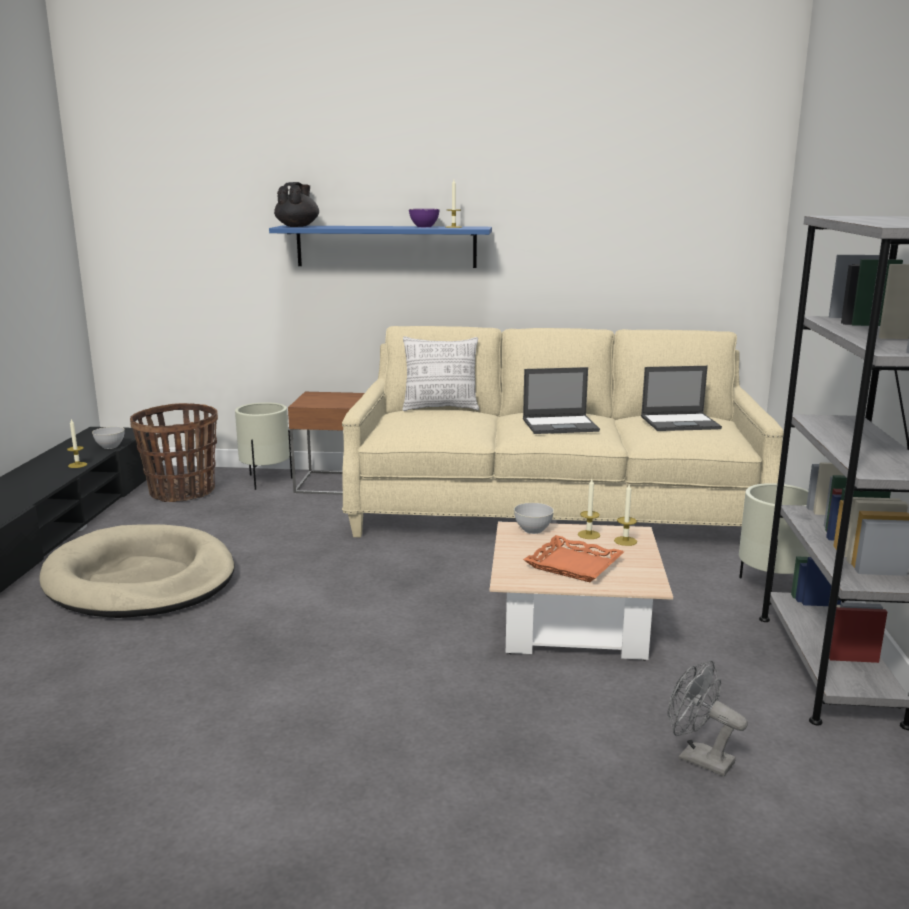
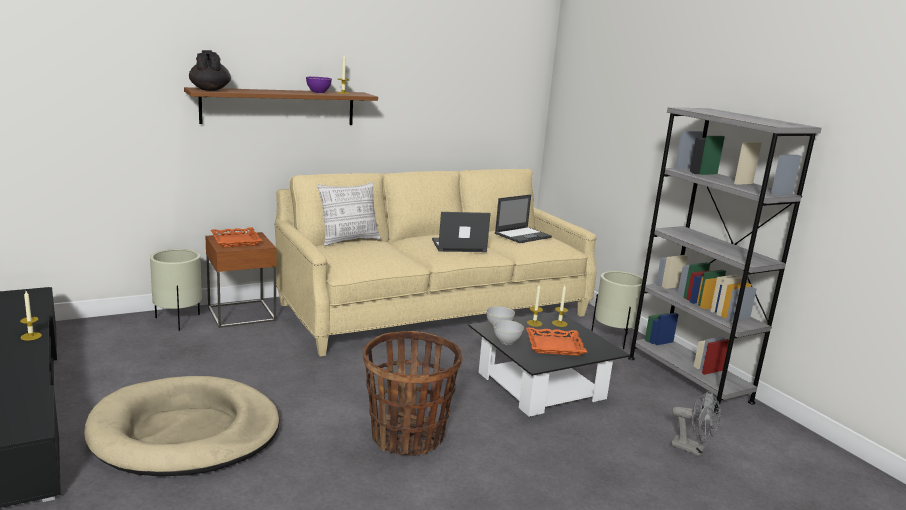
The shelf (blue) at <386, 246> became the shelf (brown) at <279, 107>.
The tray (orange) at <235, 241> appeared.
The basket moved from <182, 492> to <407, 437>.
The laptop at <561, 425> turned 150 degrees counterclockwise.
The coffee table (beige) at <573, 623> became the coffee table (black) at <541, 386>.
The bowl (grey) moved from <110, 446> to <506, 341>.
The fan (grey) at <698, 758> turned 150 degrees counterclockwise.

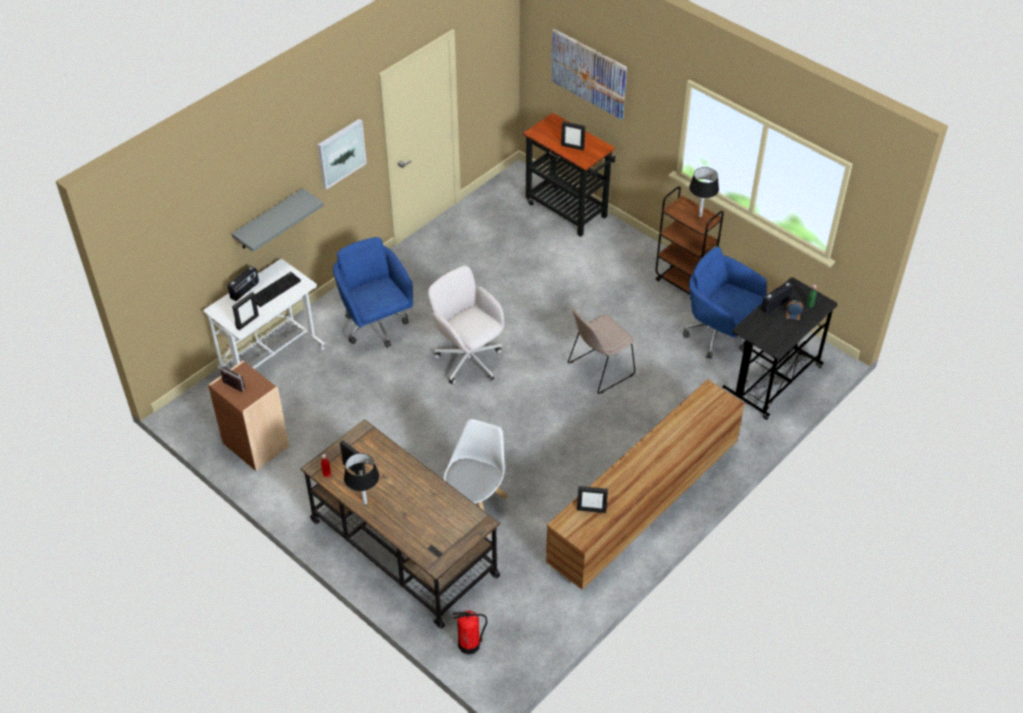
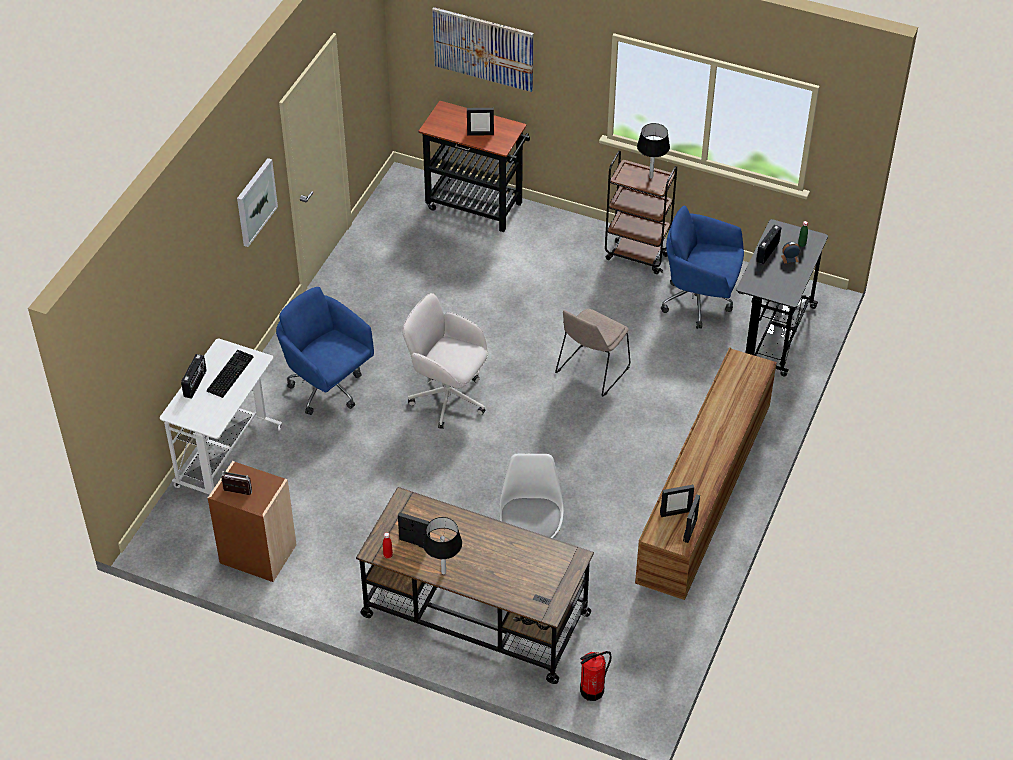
The picture frame moved from <247, 322> to <690, 530>.
The shelf (grey) at <269, 220> disappeared.

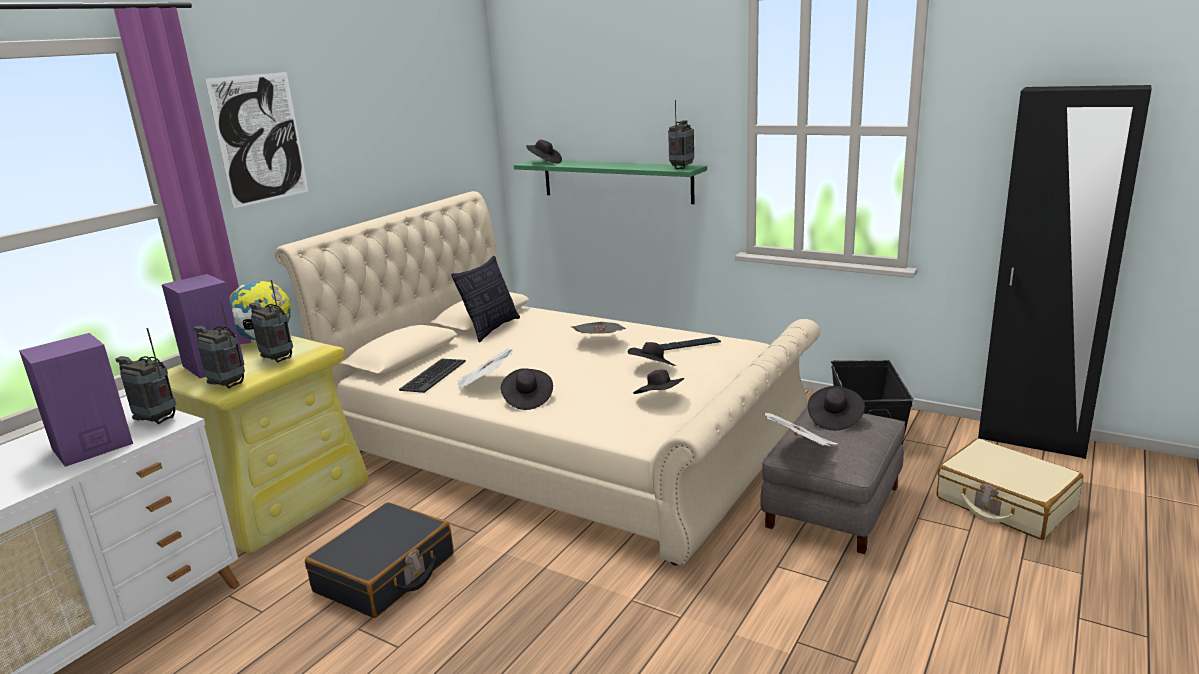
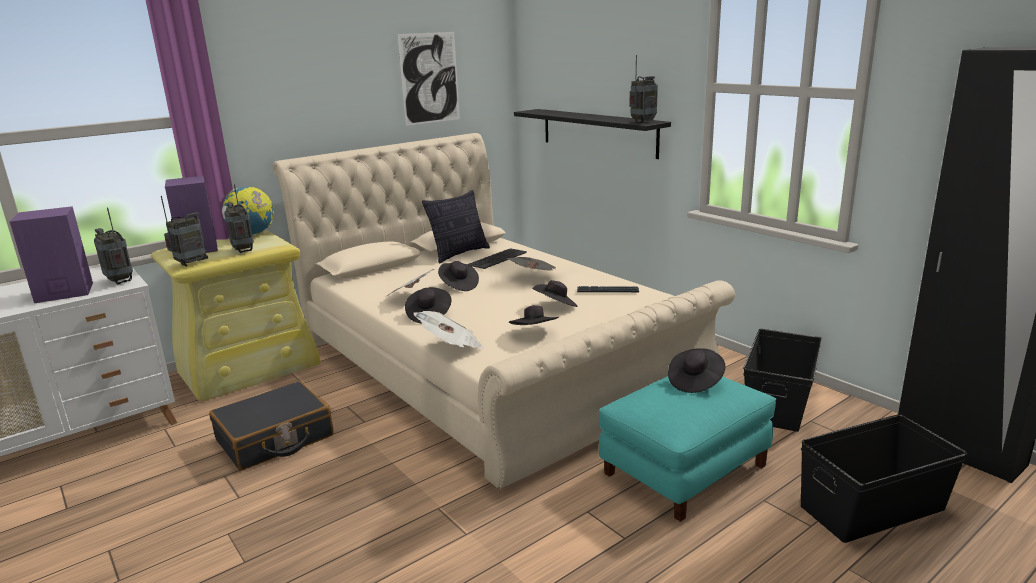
The radio at <228, 385> turned 75 degrees clockwise.
The picture moved from <260, 139> to <429, 78>.
The newspaper moved from <800, 447> to <451, 346>.
The hat (black) moved from <544, 163> to <458, 285>.
The keyboard moved from <433, 376> to <497, 259>.
The shelf (green) at <616, 180> became the shelf (black) at <598, 132>.
The ottoman (grey) at <832, 506> became the ottoman (turquoise) at <684, 469>.
The suitcase (beige) at <1004, 503> was replaced by the storage box (black) at <873, 508>.

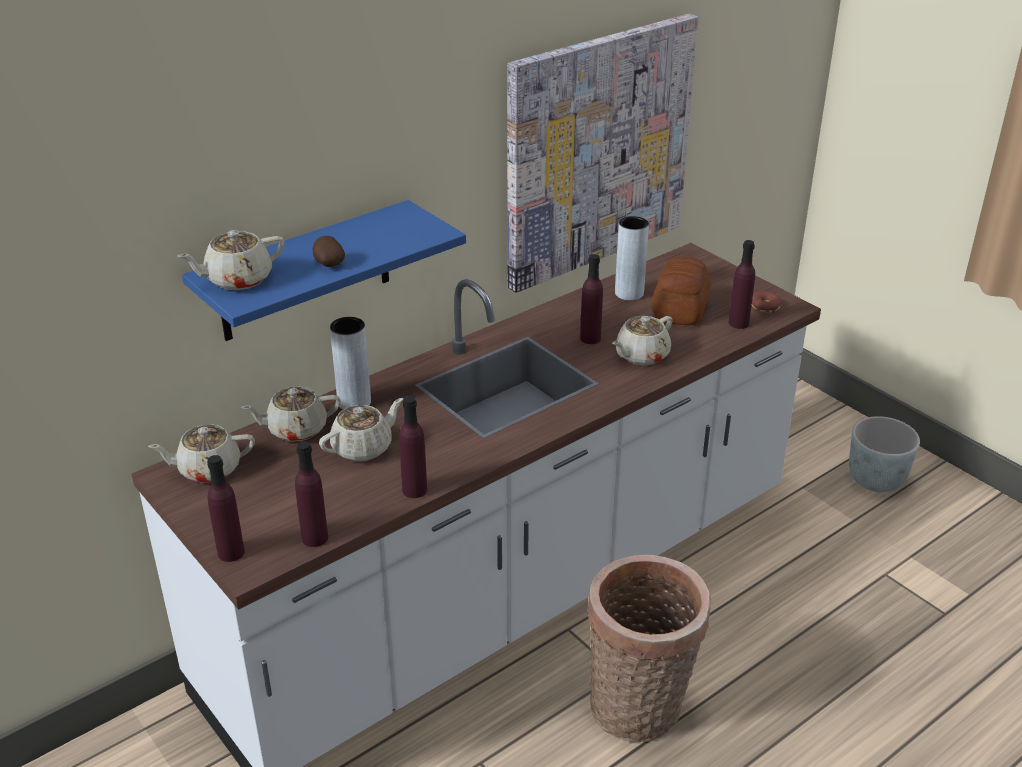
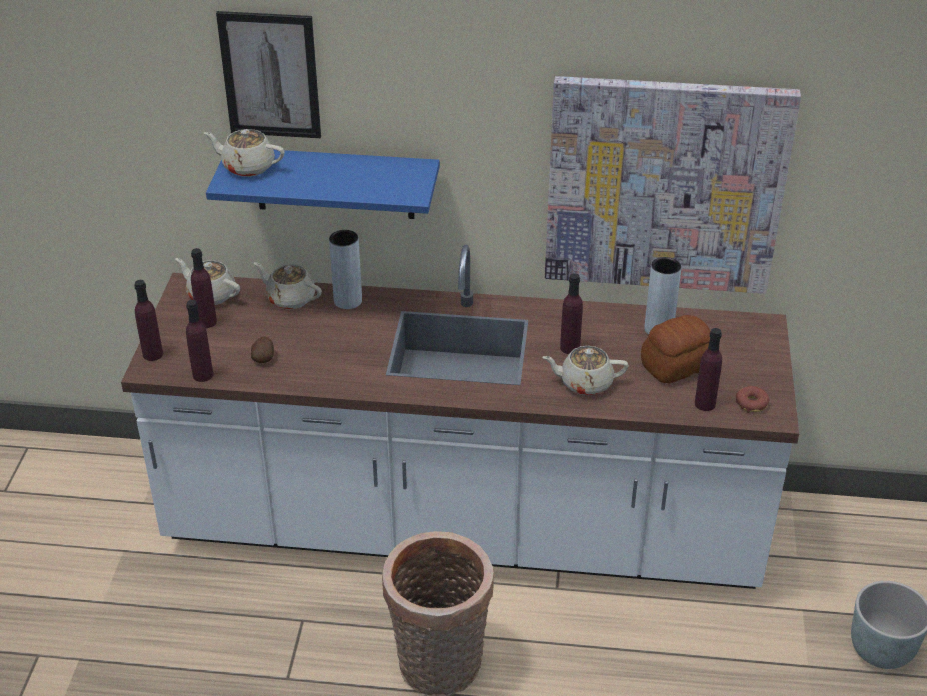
The bottle (purple) moved from <414, 490> to <207, 322>.
The picture at <270, 75> appeared.
The potato moved from <328, 263> to <264, 358>.
The teapot (beige) at <363, 448> disappeared.

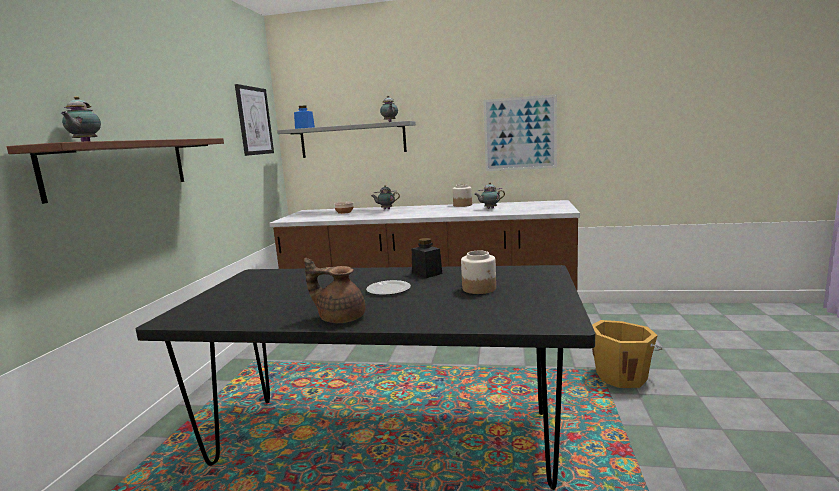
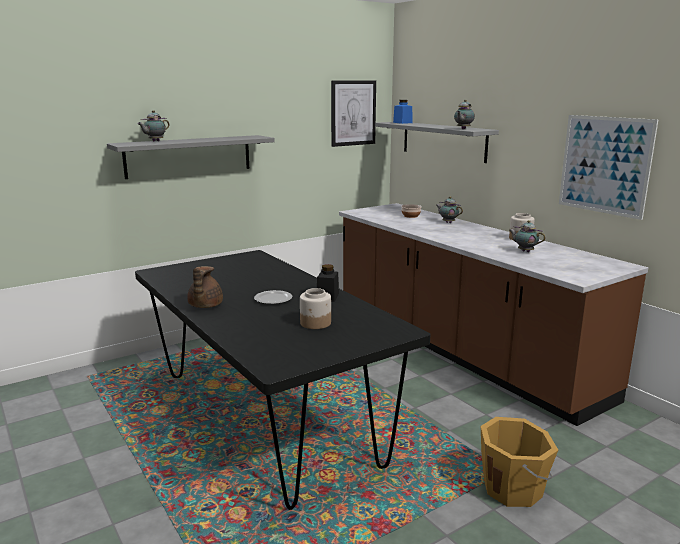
The shelf (brown) at <120, 167> became the shelf (grey) at <189, 156>.
The teapot (brown) at <340, 318> turned 150 degrees counterclockwise.

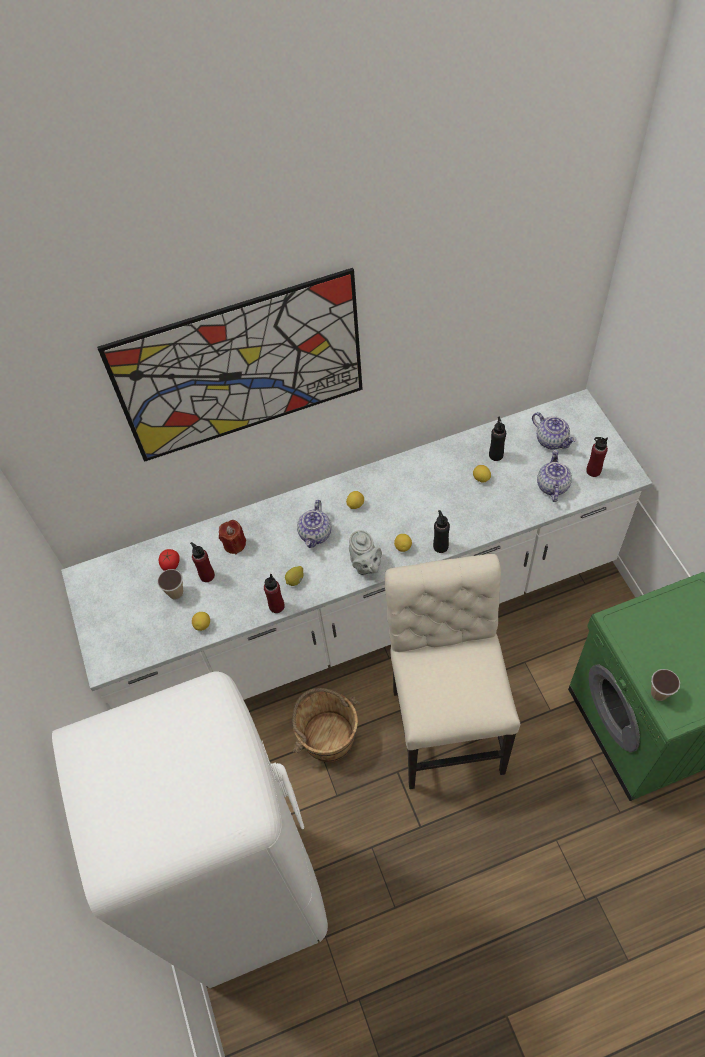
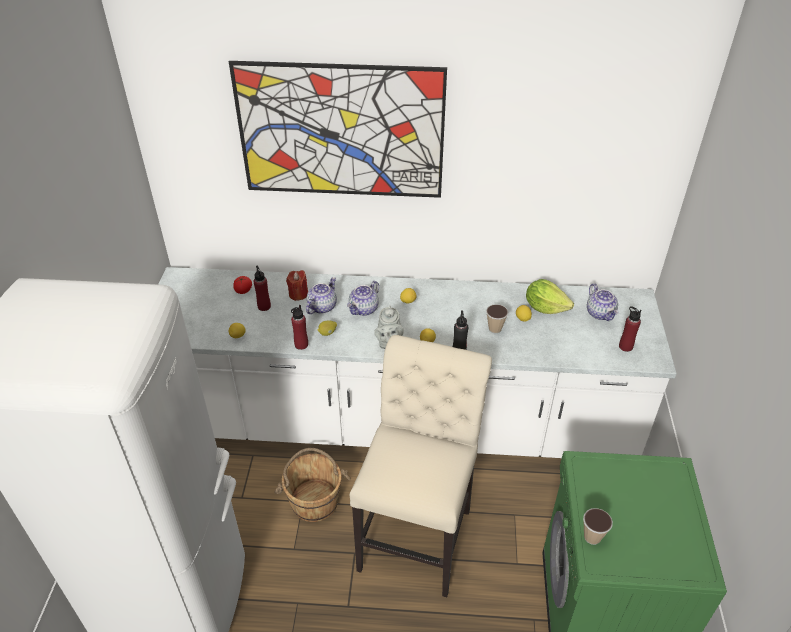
The teapot moved from <552, 485> to <322, 306>.
The cup moved from <176, 593> to <495, 329>.
The bottle (black) at <496, 455> was replaced by the lettuce at <545, 307>.

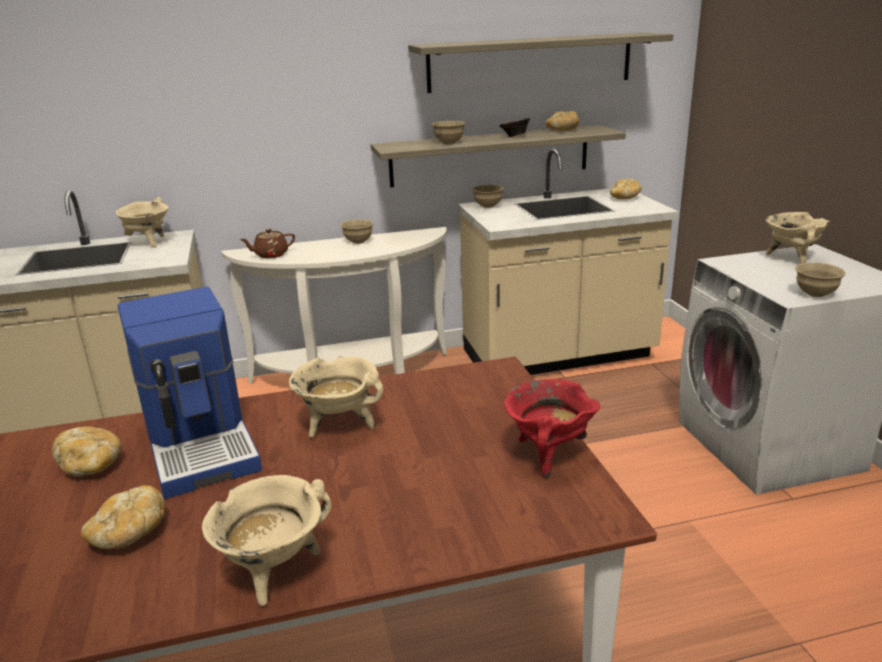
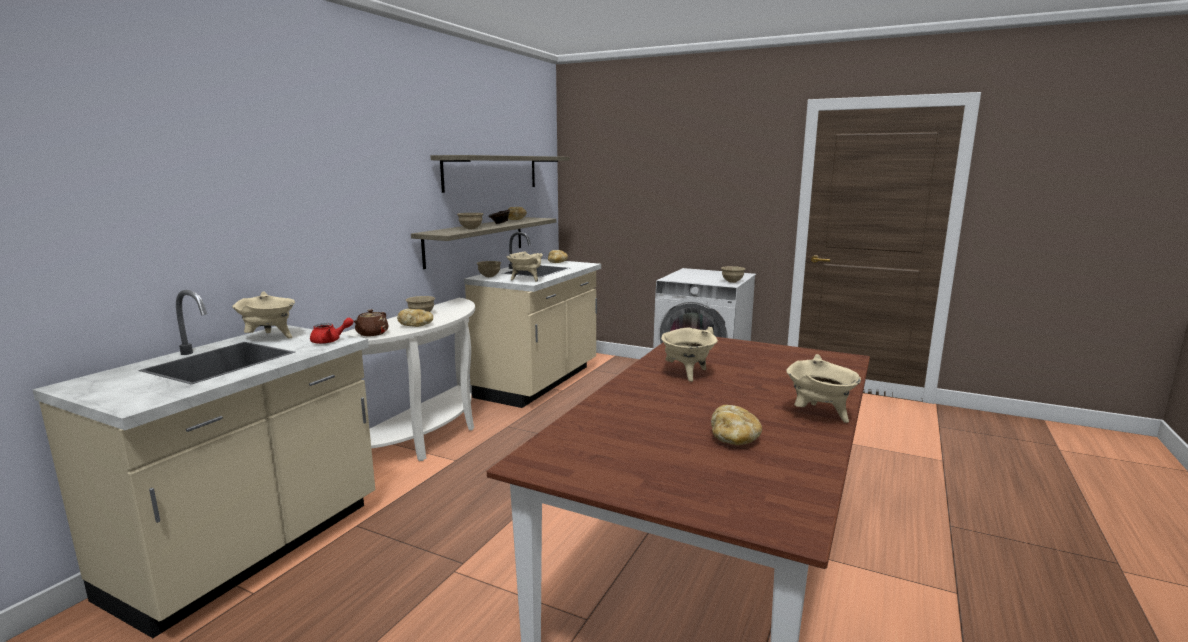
The teapot (red) at <330, 341> appeared.
The bread moved from <91, 465> to <416, 325>.
The cooking pot (beige) moved from <791, 258> to <525, 279>.
The coffee machine at <202, 442> disappeared.
The cooking pot (red) at <548, 455> disappeared.

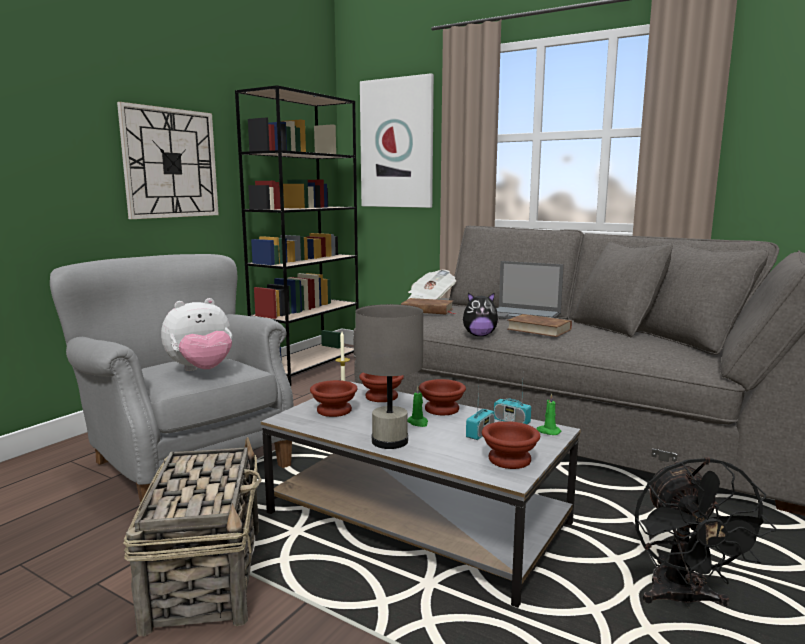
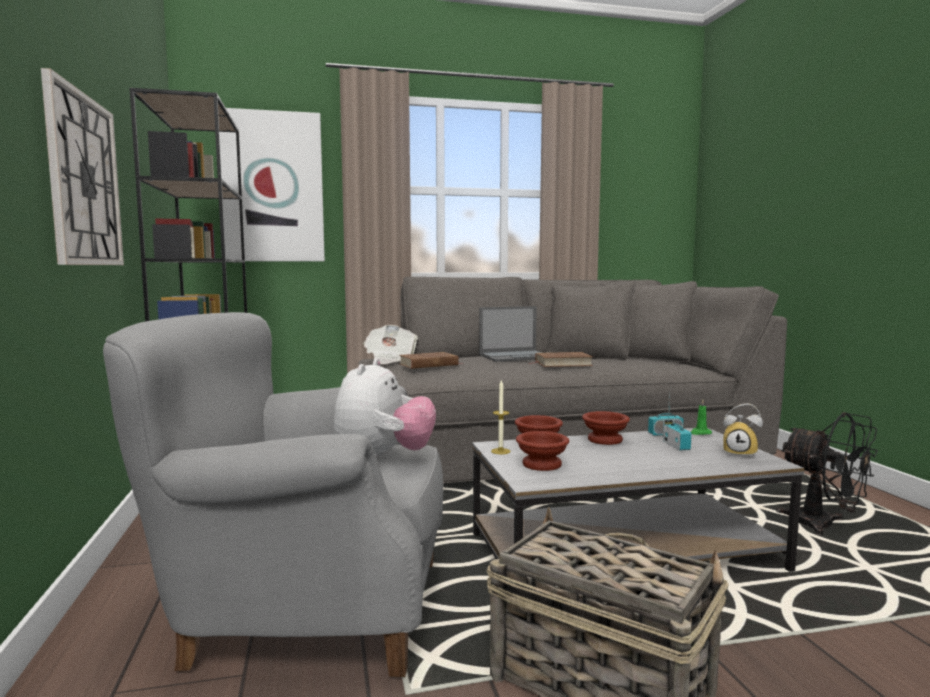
The bowl (brown) at <511, 460> was replaced by the alarm clock at <740, 454>.
The table lamp (grey) at <390, 441> disappeared.
The candle (green) at <418, 423> disappeared.
The plush toy at <479, 335> disappeared.

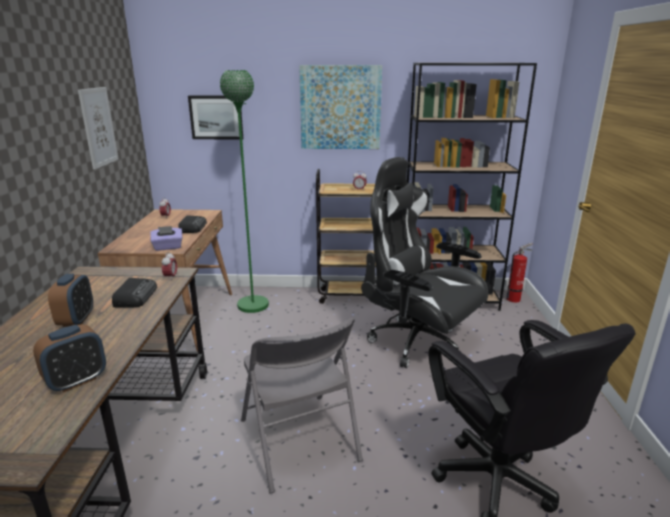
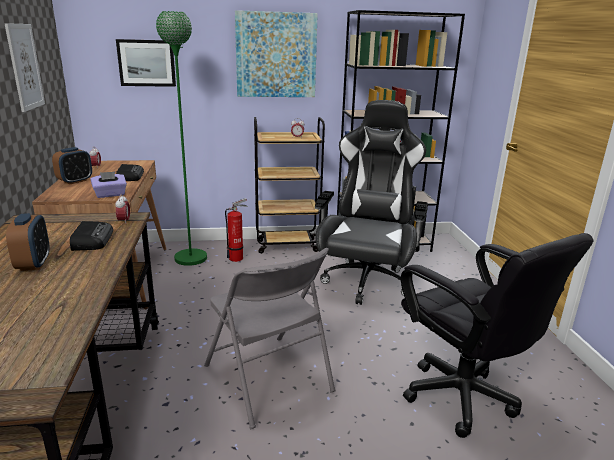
The alarm clock moved from <77, 381> to <75, 181>.
The fire extinguisher moved from <514, 299> to <238, 258>.
The office chair (black) at <421, 344> turned 75 degrees clockwise.

